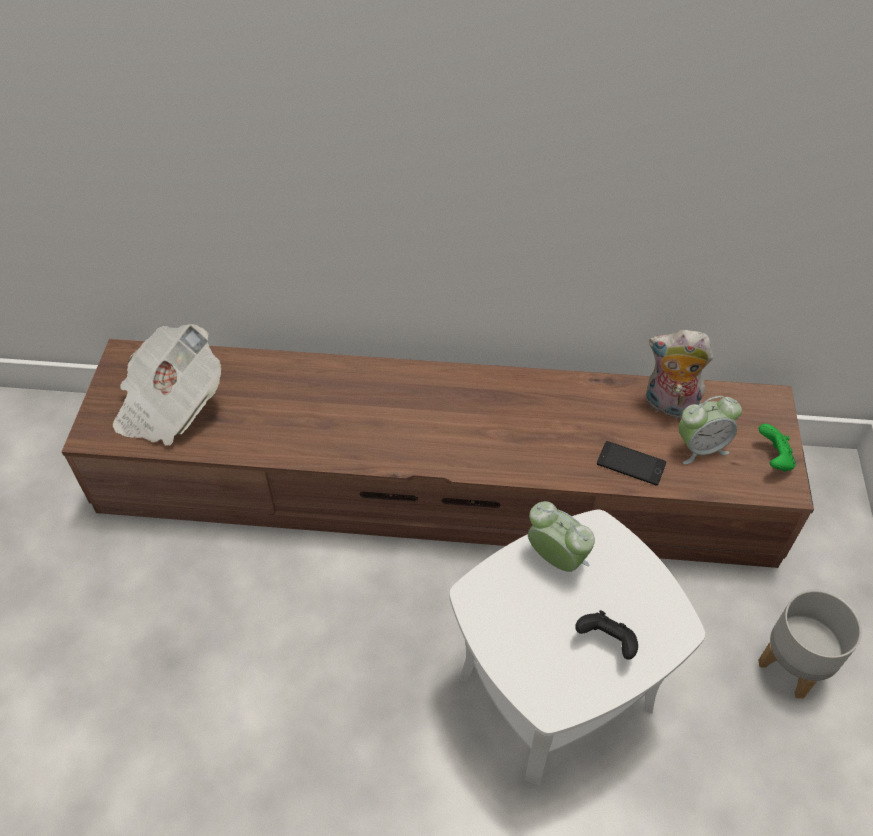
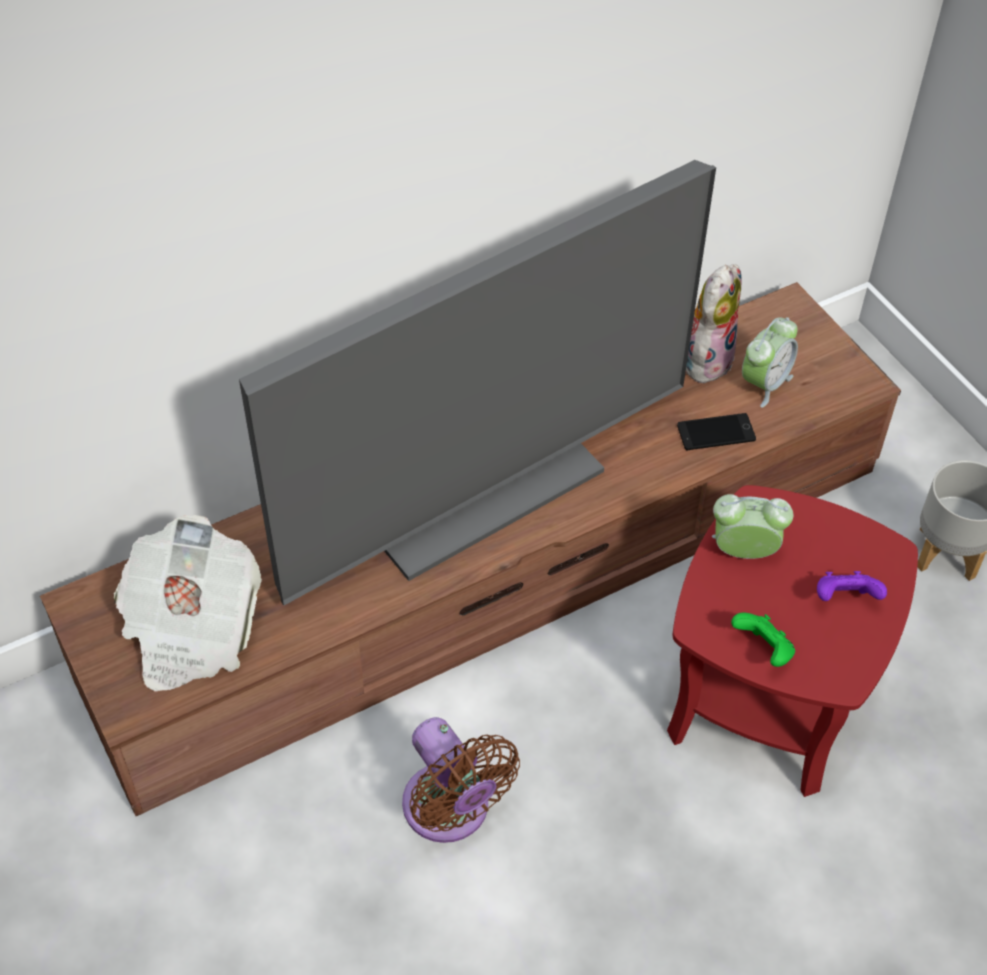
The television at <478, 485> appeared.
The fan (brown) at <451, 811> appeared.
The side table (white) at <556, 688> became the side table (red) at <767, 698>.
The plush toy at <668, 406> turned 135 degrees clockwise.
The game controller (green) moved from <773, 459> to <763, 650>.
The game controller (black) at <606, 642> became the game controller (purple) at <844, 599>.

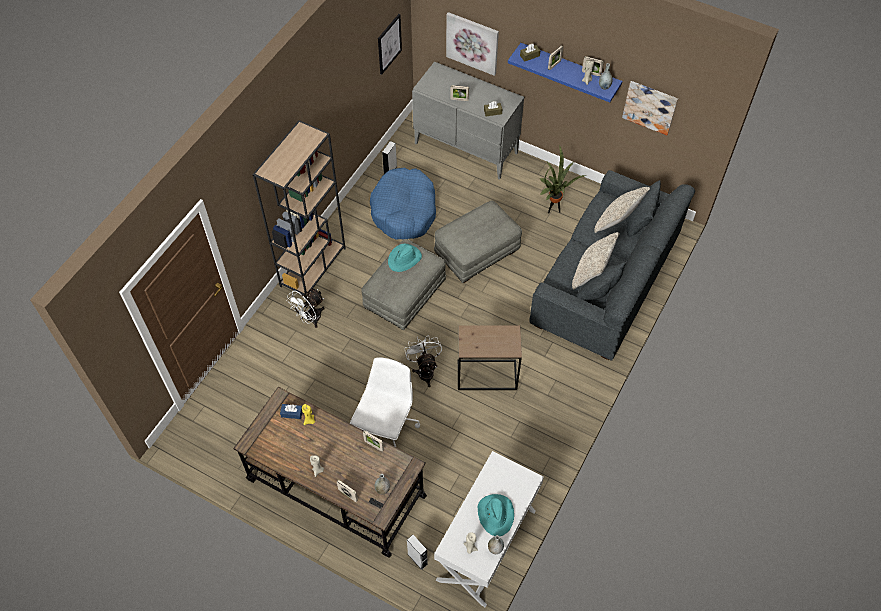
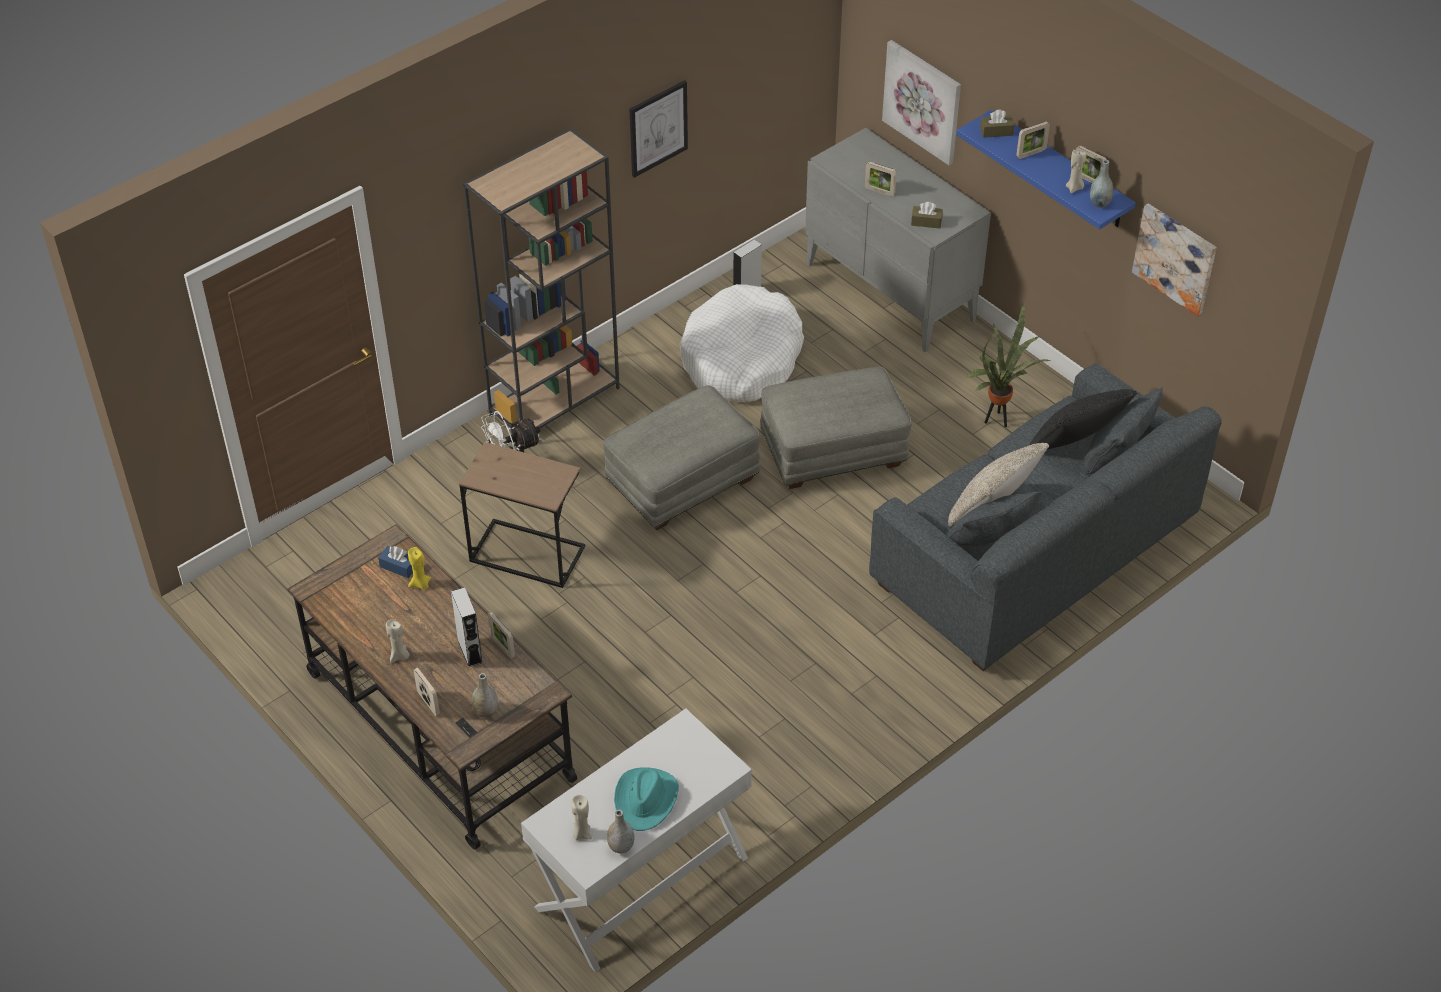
The speaker (grey) moved from <417, 559> to <470, 651>.
The side table (brown) moved from <486, 375> to <527, 554>.
The picture moved from <389, 44> to <658, 128>.
The dog bed (blue) at <404, 211> became the dog bed (white) at <741, 358>.
The pillow (beige) at <617, 222> became the pillow (black) at <1075, 448>.
The office chair (white) at <386, 429> disappeared.
The hat (turquoise) at <404, 259> disappeared.
The fan (white) at <425, 370> disappeared.

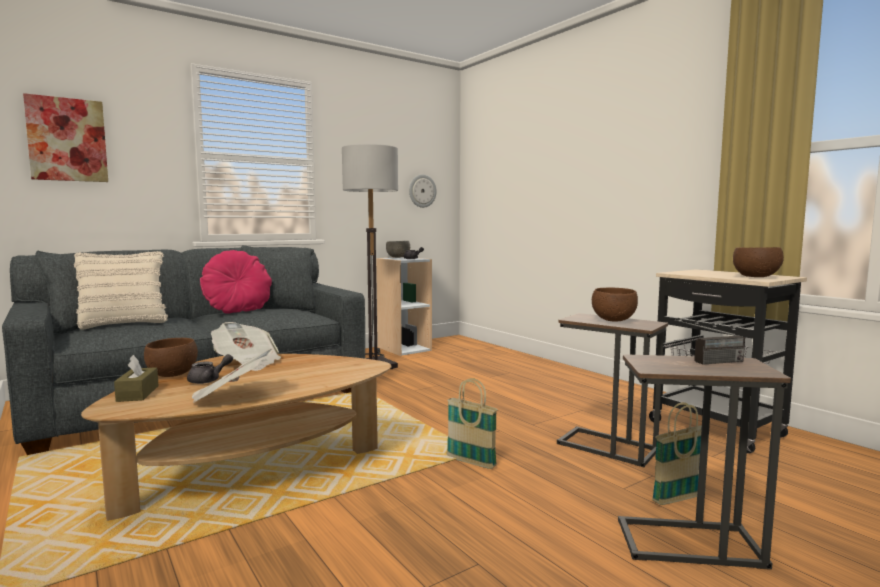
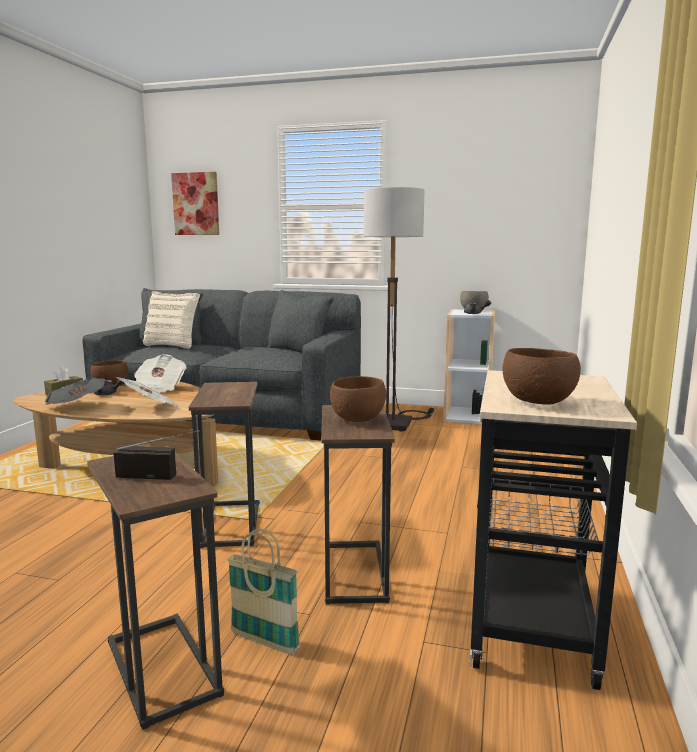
The radio at <708, 362> turned 150 degrees clockwise.
The newspaper at <151, 407> appeared.
The basket at <471, 462> was replaced by the side table (brown) at <232, 524>.
The pillow (pink) at <238, 311> disappeared.
The wall clock at <422, 191> disappeared.

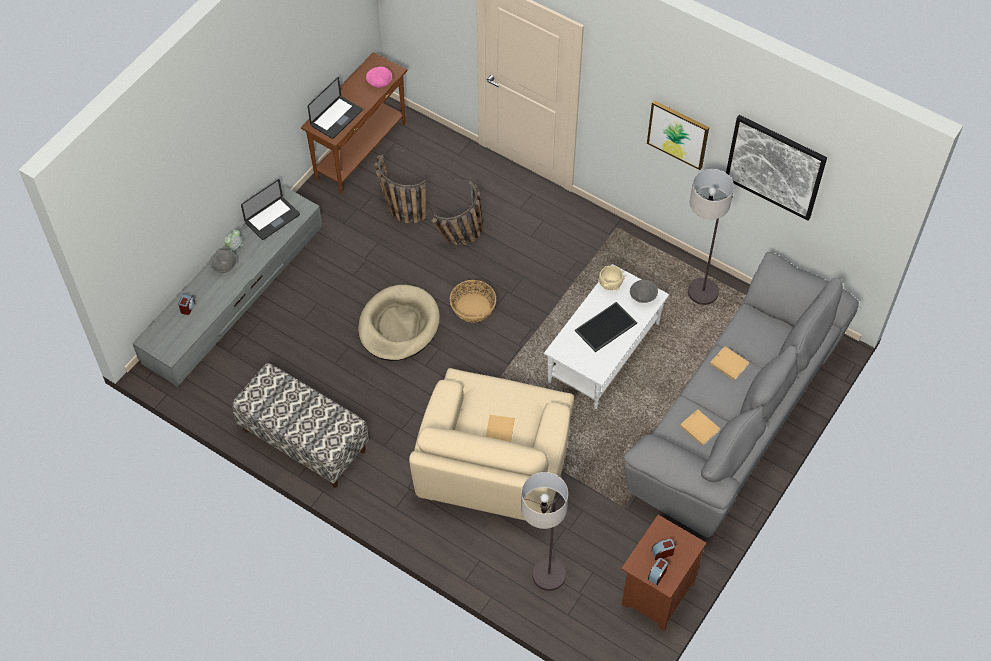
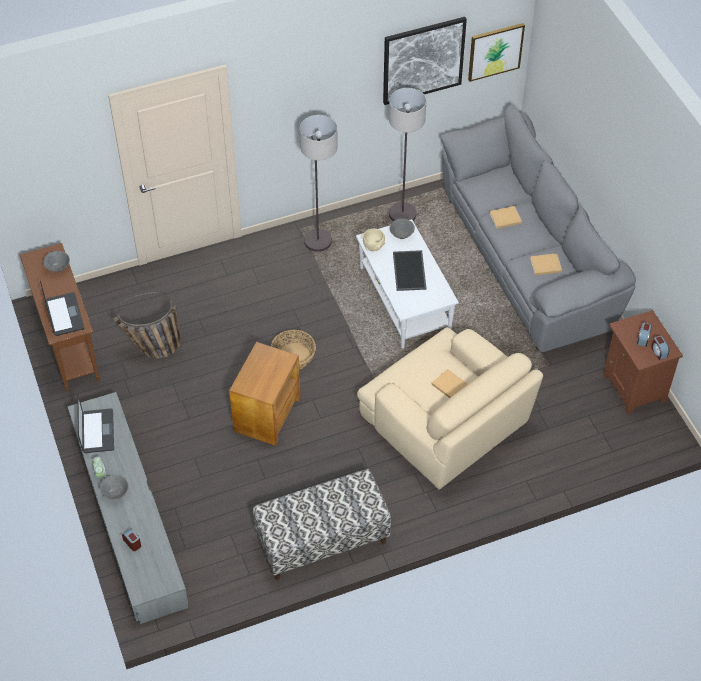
The bowl (pink) at <380, 83> became the bowl (grey) at <58, 267>.
The dog bed (beige) at <398, 325> was replaced by the side table (brown) at <266, 414>.
The floor lamp (grey) moved from <542, 582> to <320, 247>.
The picture moved from <678, 134> to <495, 51>.
The basket at <459, 238> disappeared.

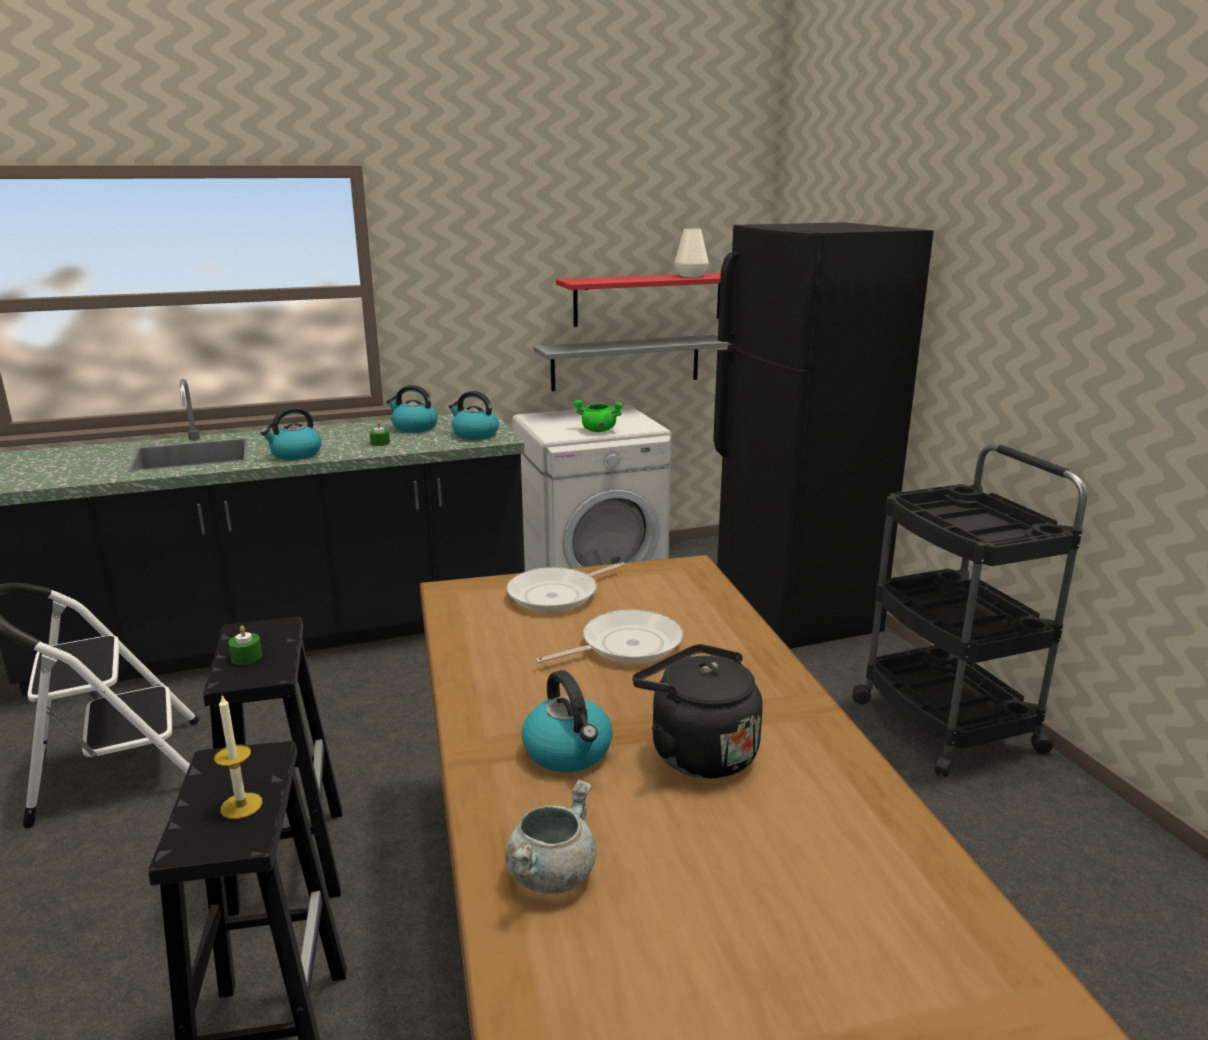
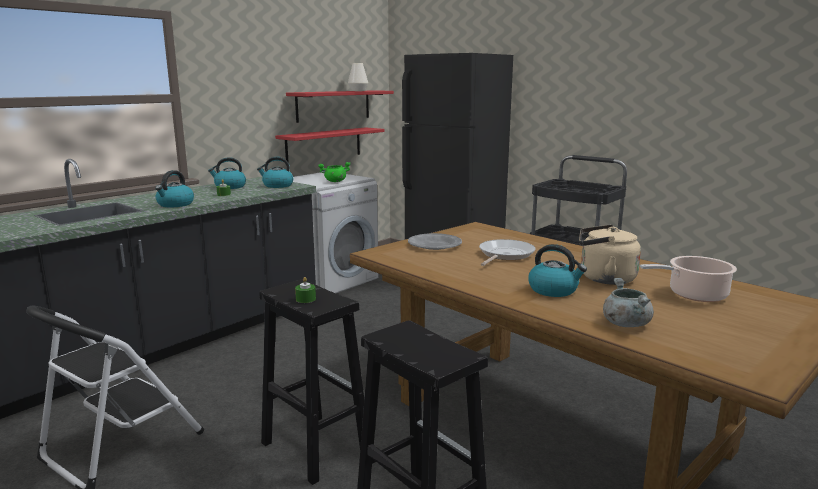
The shelf (grey) at <626, 362> became the shelf (red) at <324, 145>.
The frying pan at <557, 595> was replaced by the plate (grey) at <435, 245>.
The kettle (black) at <697, 752> became the kettle (beige) at <603, 278>.
The cooking pot at <694, 295> appeared.
The candle at <241, 806> disappeared.

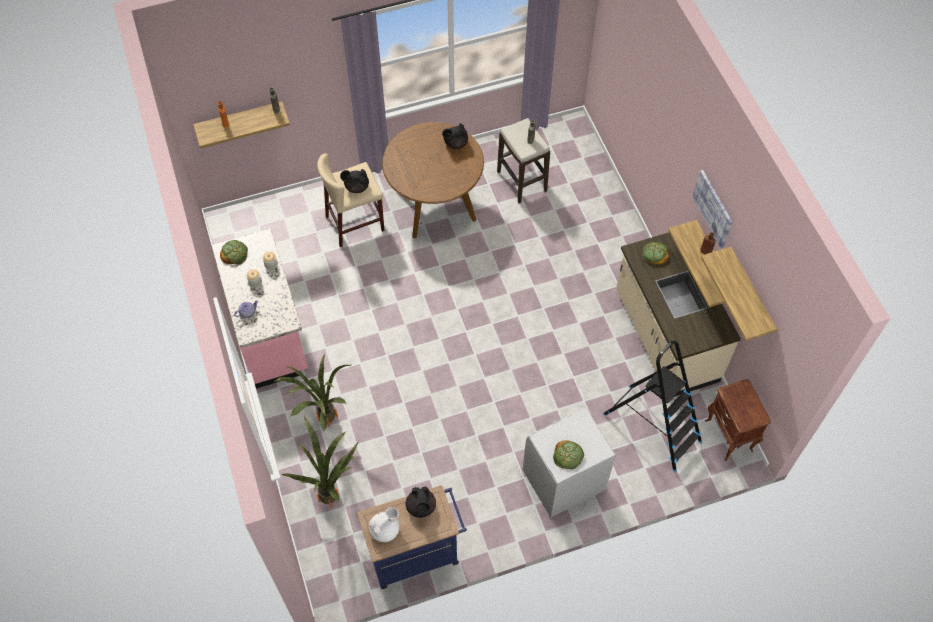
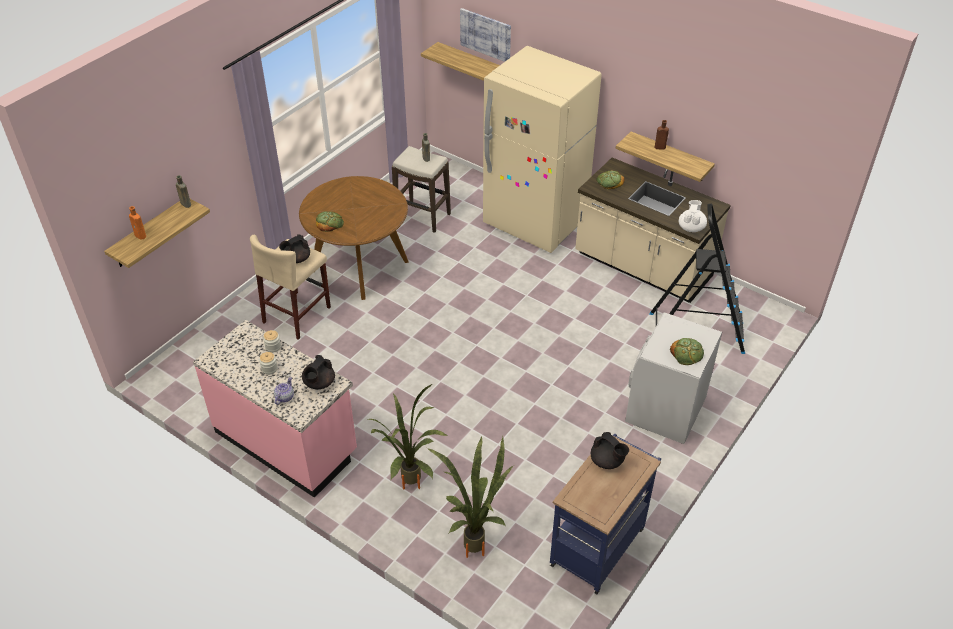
The teapot (black) moved from <455, 143> to <319, 383>.
The bread moved from <234, 253> to <329, 223>.
The shelf moved from <750, 294> to <472, 64>.
The picture moved from <713, 208> to <485, 34>.
The fridge (beige) at <535, 223> appeared.
The teapot (white) moved from <385, 530> to <691, 227>.
The nightstand (brown) at <729, 436> disappeared.

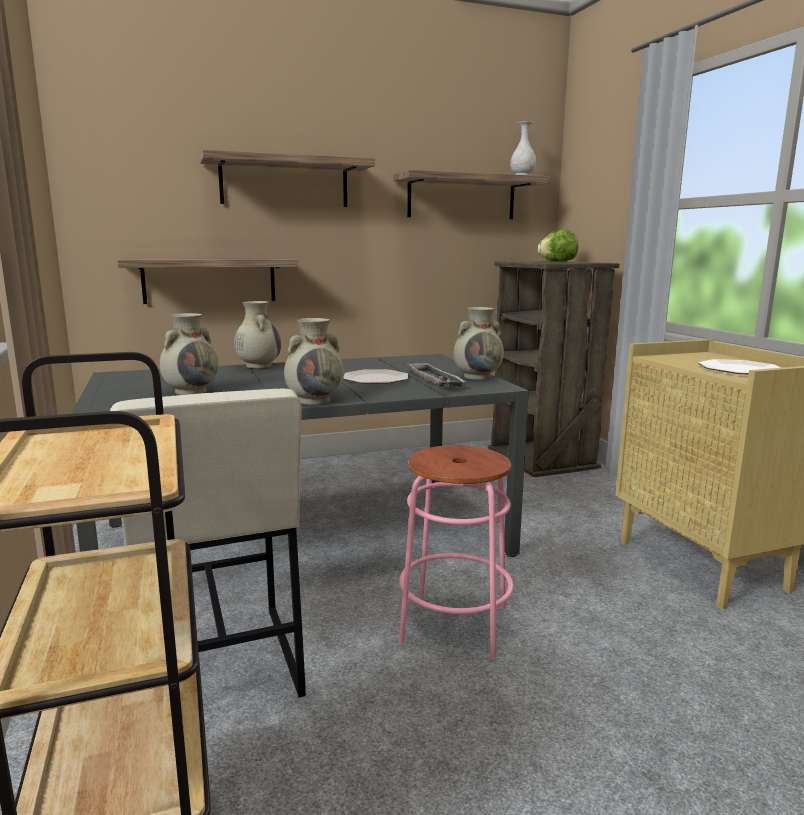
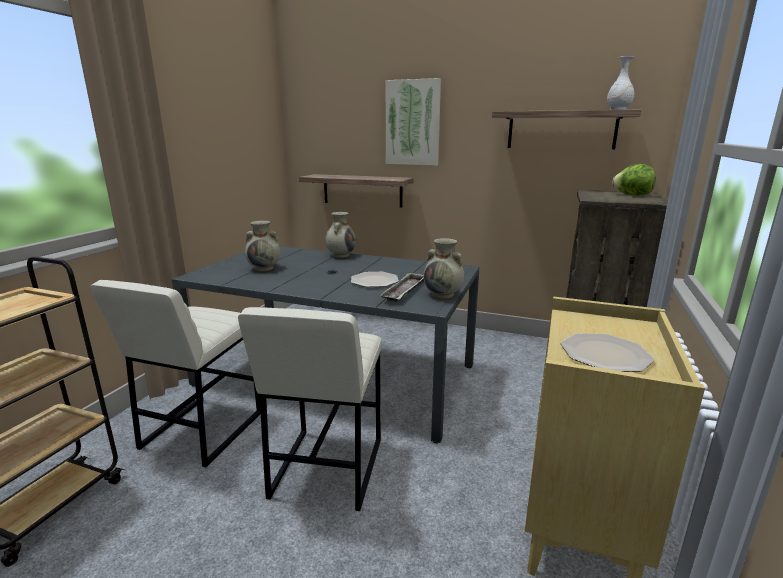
The stool (pink) at <454, 624> was replaced by the chair (beige) at <327, 469>.
The shelf at <284, 182> was replaced by the picture at <413, 123>.
The vase (beige) at <315, 400> disappeared.

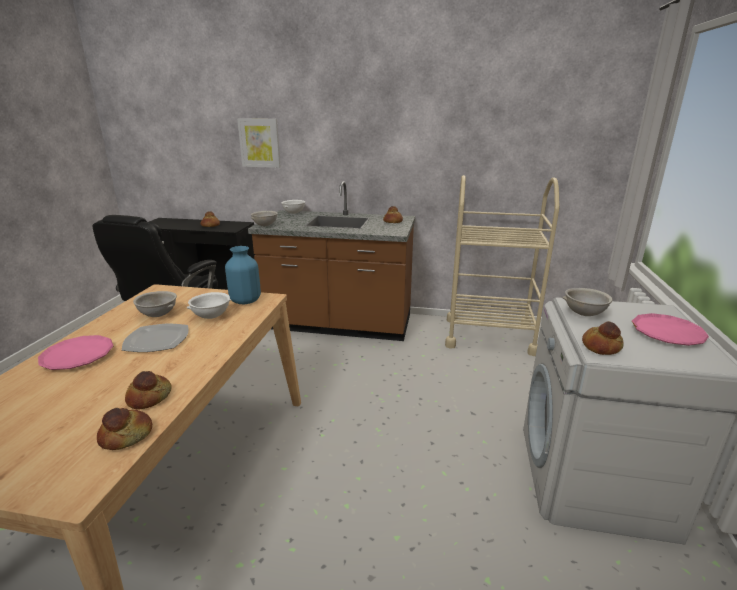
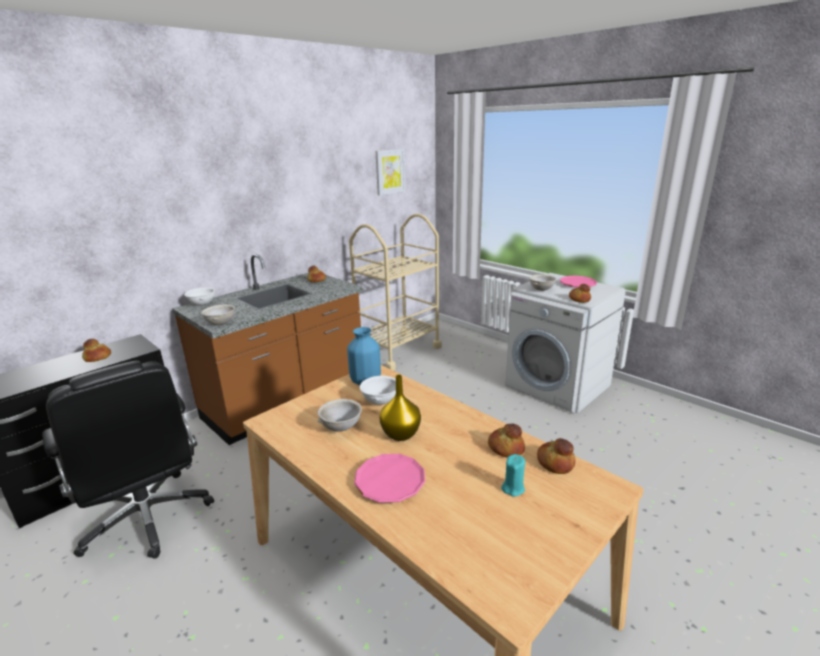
The picture moved from <259, 143> to <390, 171>.
The plate at <157, 340> was replaced by the vase (yellow) at <401, 434>.
The candle (turquoise) at <513, 488> appeared.

